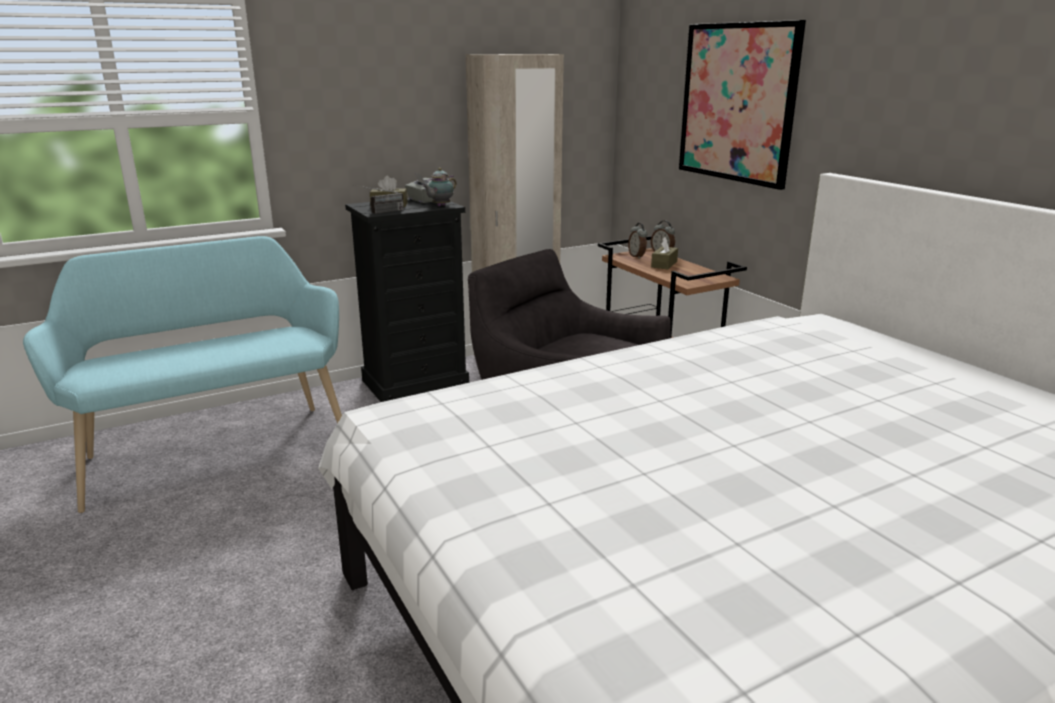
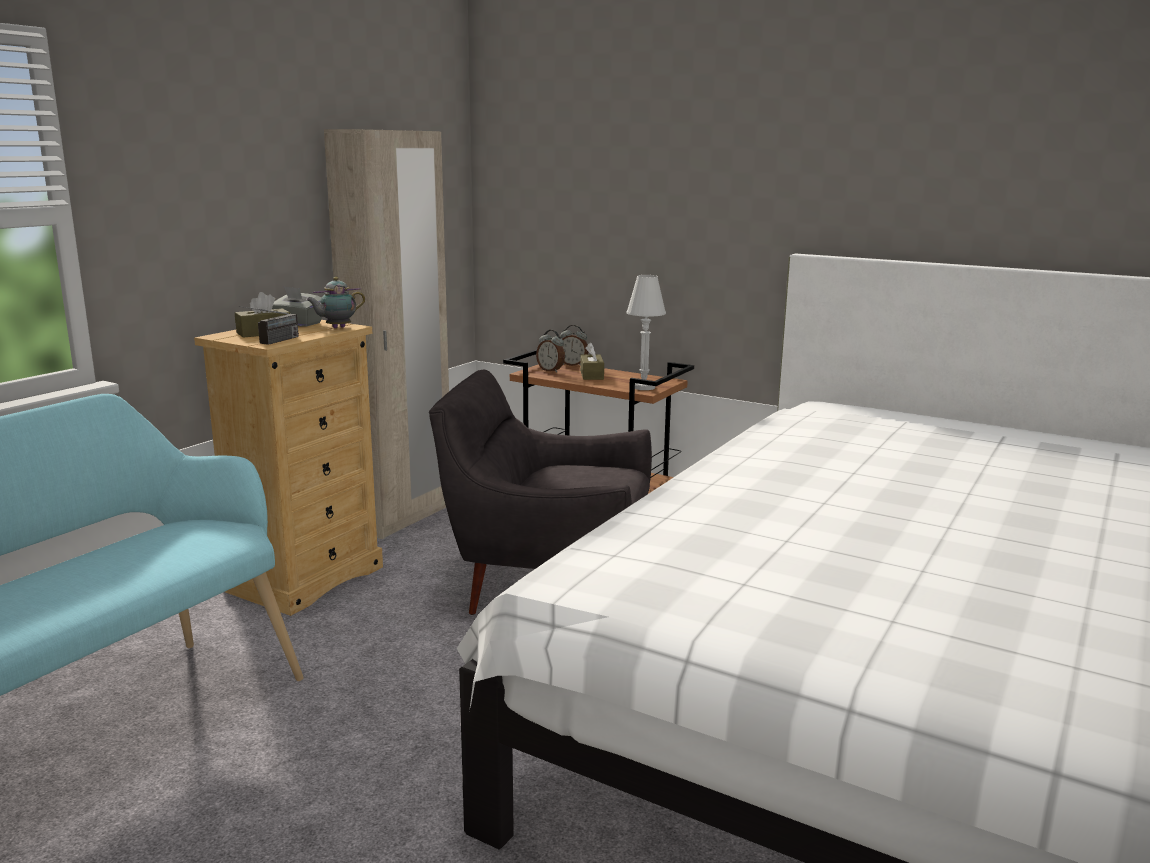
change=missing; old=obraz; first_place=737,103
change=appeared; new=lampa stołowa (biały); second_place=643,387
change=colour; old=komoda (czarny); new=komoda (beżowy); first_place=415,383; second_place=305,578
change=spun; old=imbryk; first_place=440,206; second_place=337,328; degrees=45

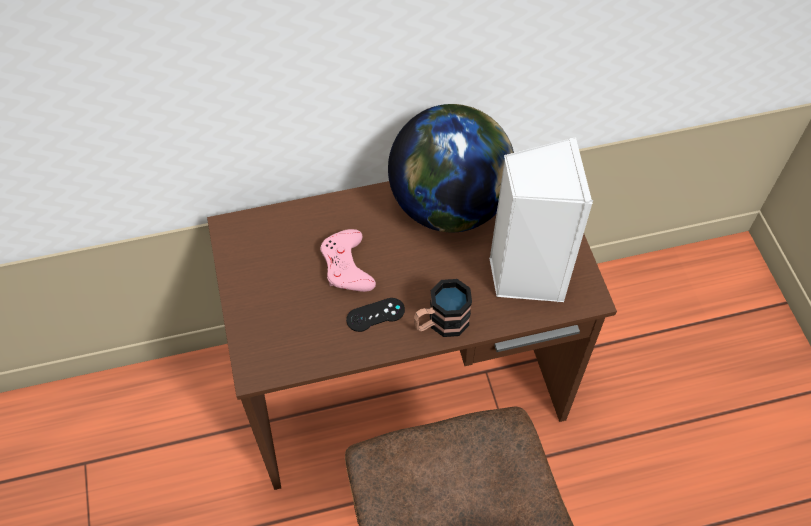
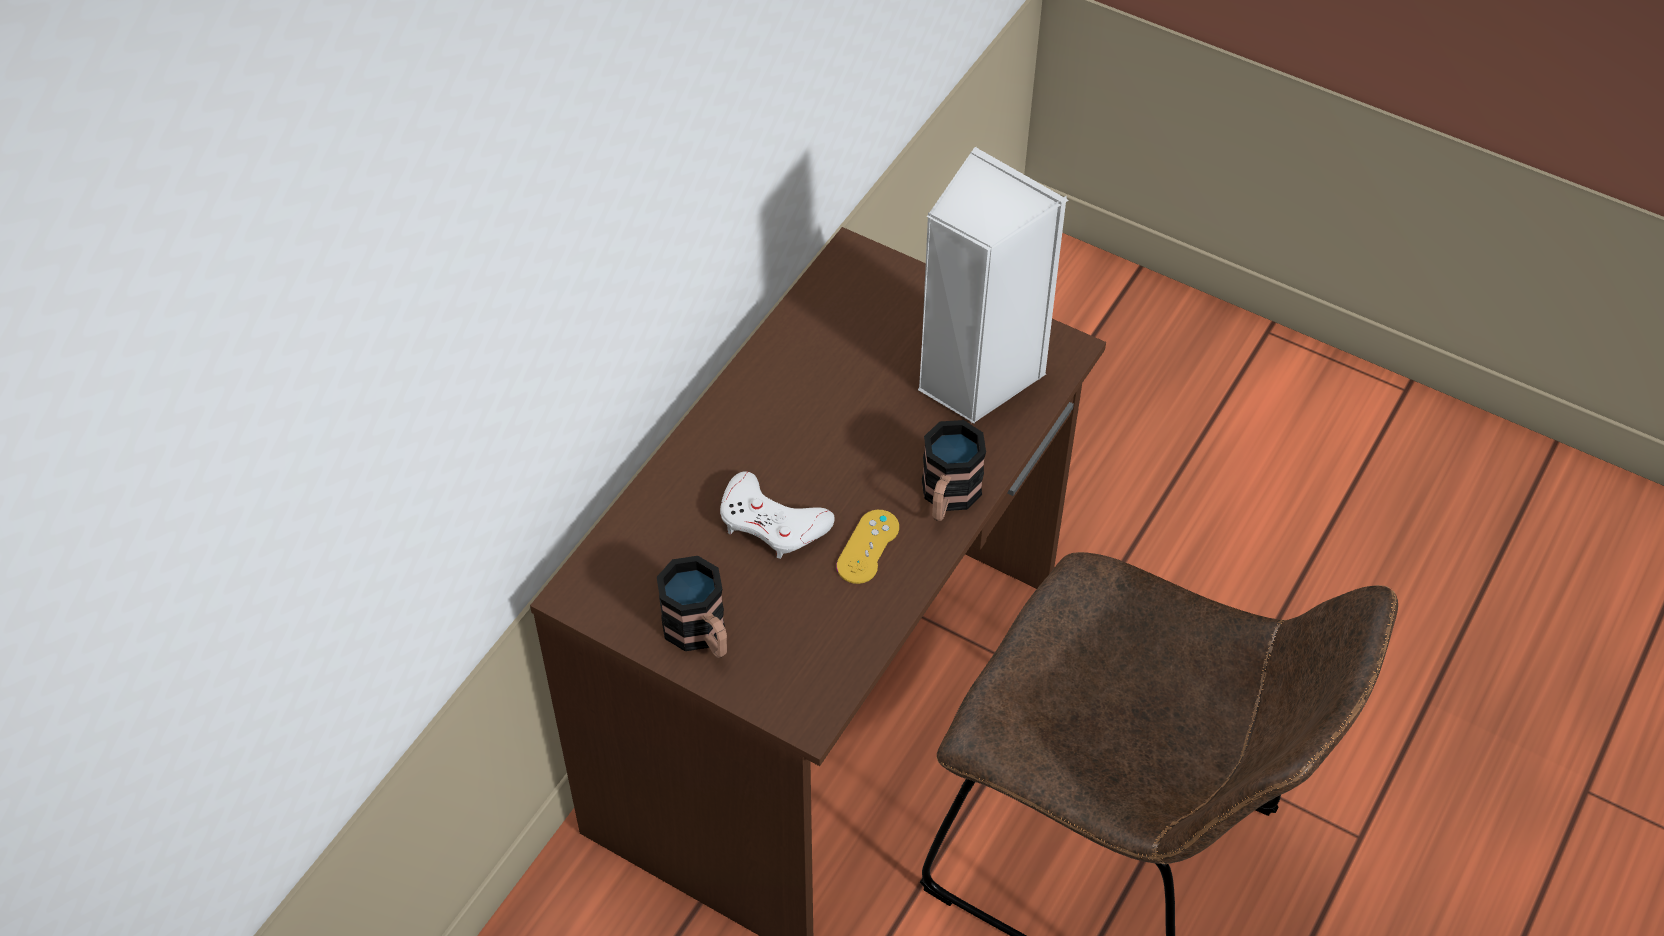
change=missing; old=globus; first_place=450,205
change=appeared; new=kubek; second_place=701,634
change=colour; old=pad do gier (różowy); new=pad do gier (biały); first_place=347,266; second_place=772,523
change=colour; old=pad do gier (czarny); new=pad do gier (żółty); first_place=375,315; second_place=868,547

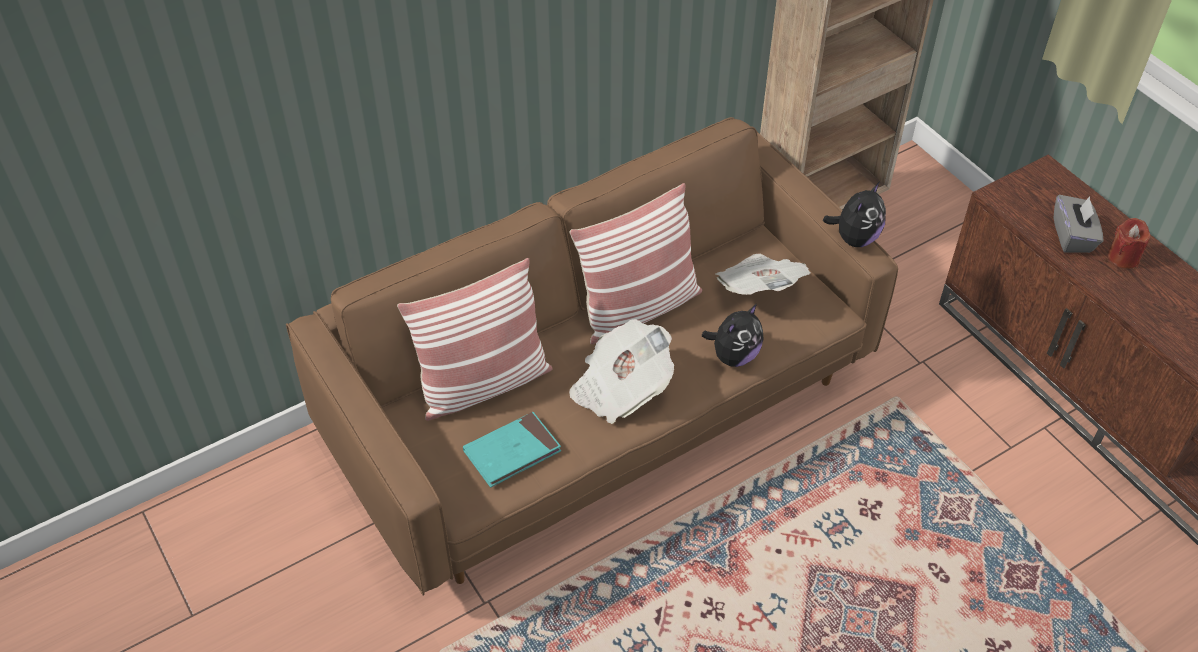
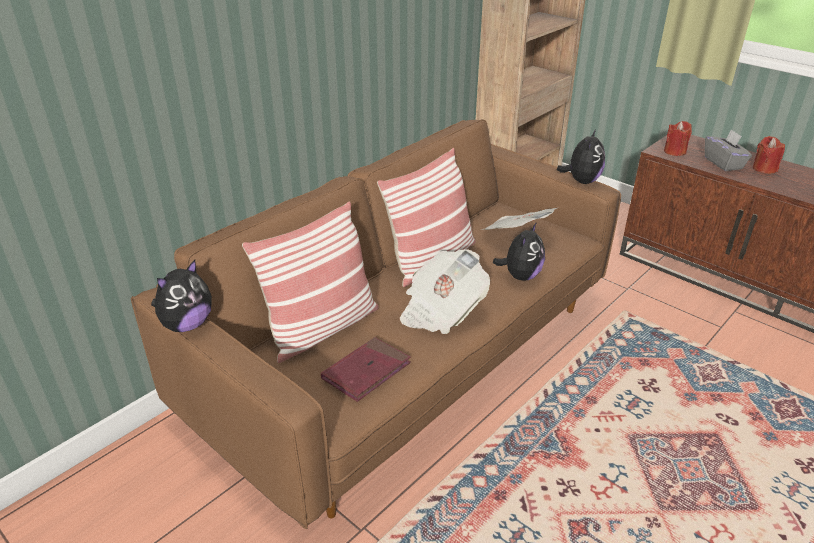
change=appeared; new=pluszak; second_place=187,325
change=appeared; new=świeca (czerwony); second_place=674,151
change=colour; old=książka (turkusowy); new=książka (czerwony); first_place=512,452; second_place=366,371

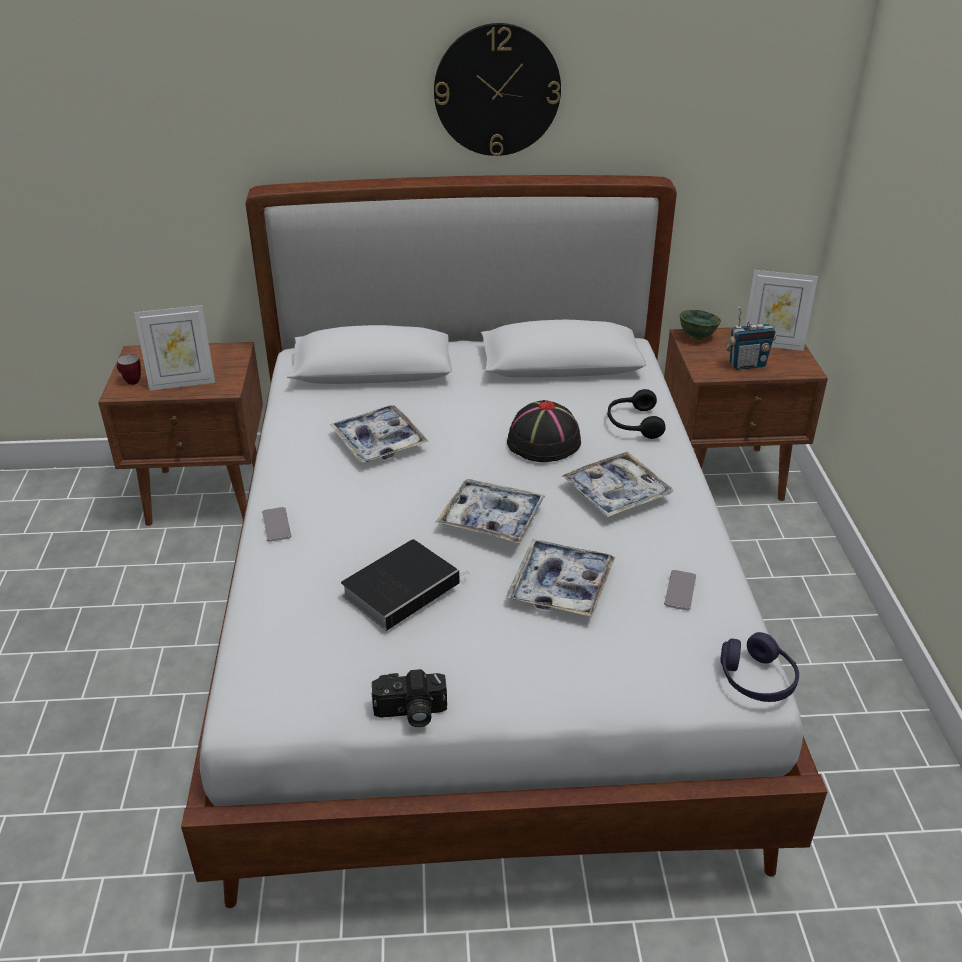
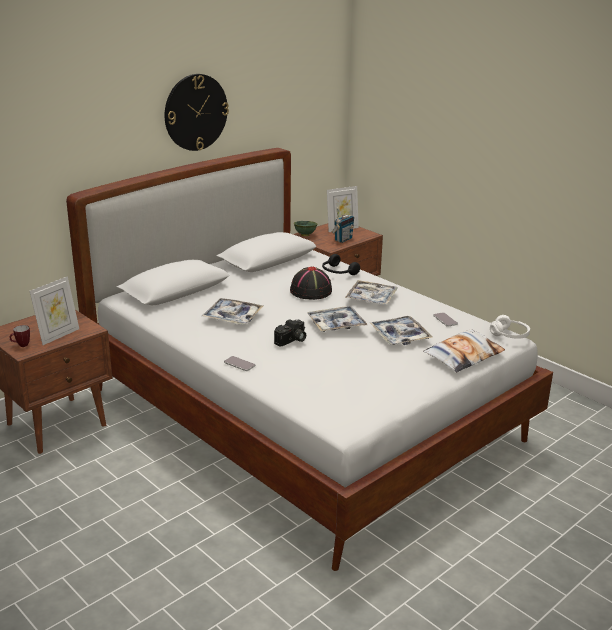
change=missing; old=książka; first_place=403,587
change=appeared; new=poduszka; second_place=463,356
change=relocated; old=aparat fotograficzny; first_place=410,713; second_place=292,341
change=colour; old=słuchawki (fioletowy); new=słuchawki (biały); first_place=756,679; second_place=509,335

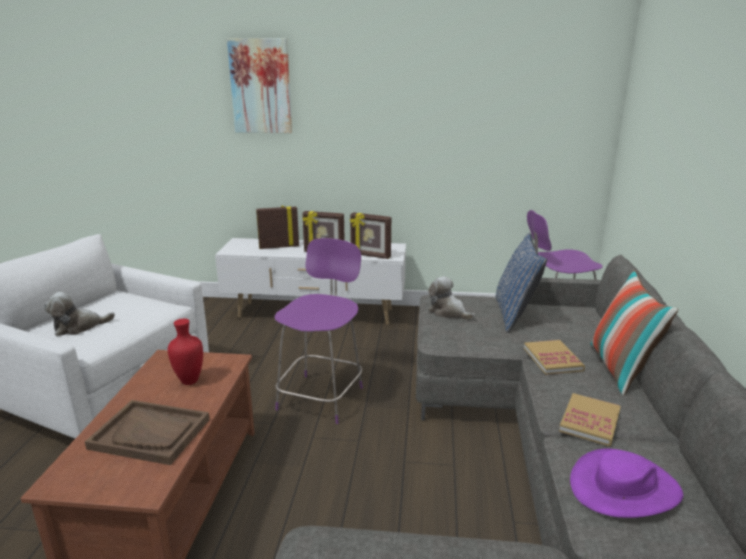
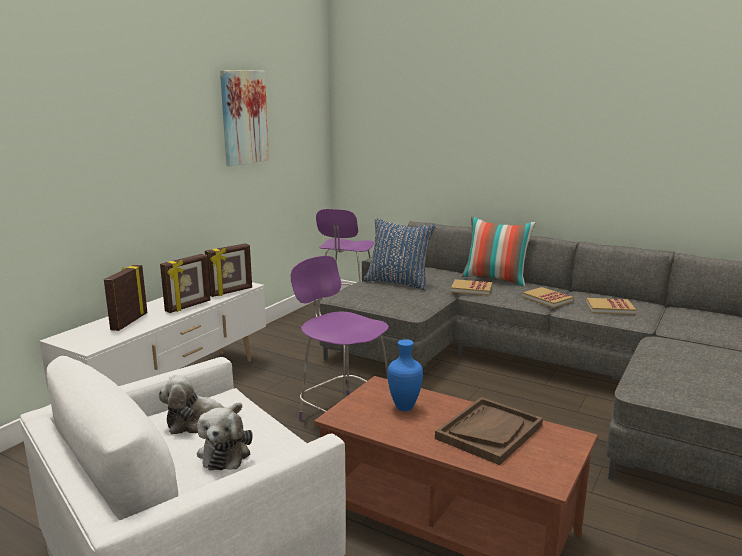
change=relocated; old=obraz; first_place=261,86; second_place=243,117
change=relocated; old=pluszak; first_place=448,312; second_place=197,421
change=exchanged; old=kapelusz (fioletowy); new=książka; first_place=625,488; second_place=610,308
change=colour; old=wazon (czerwony); new=wazon (niebieski); first_place=191,381; second_place=404,407

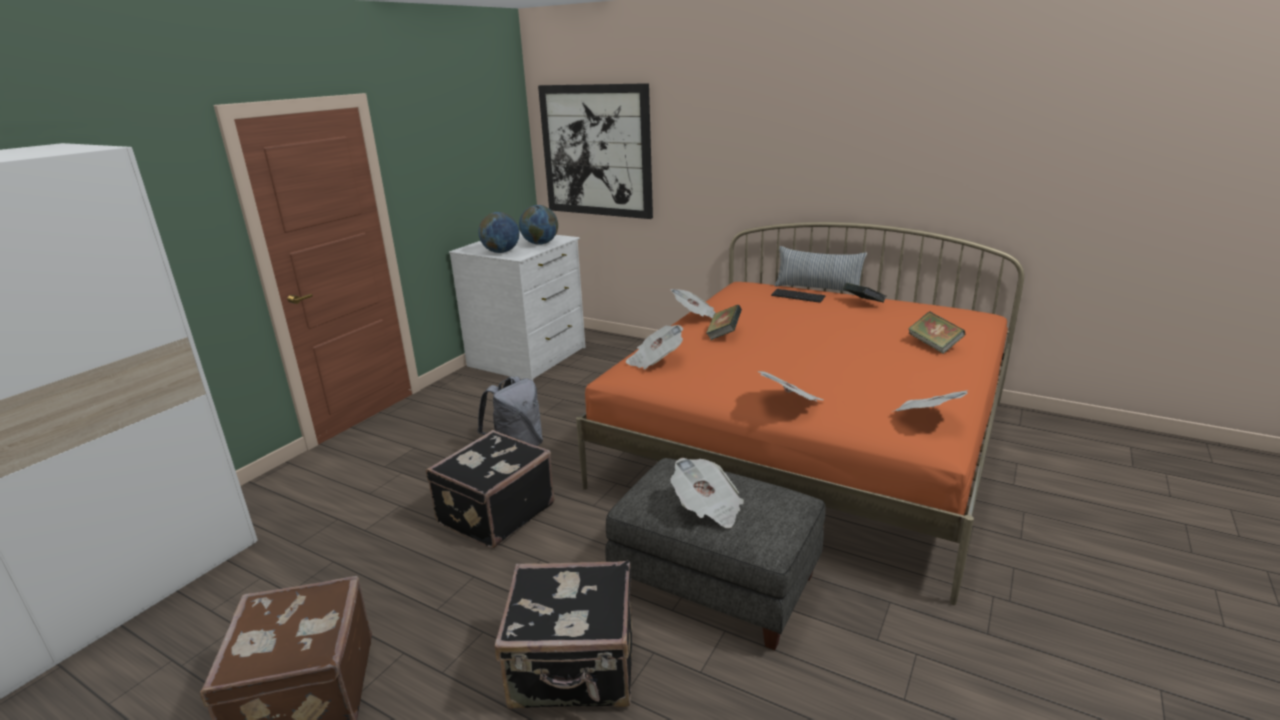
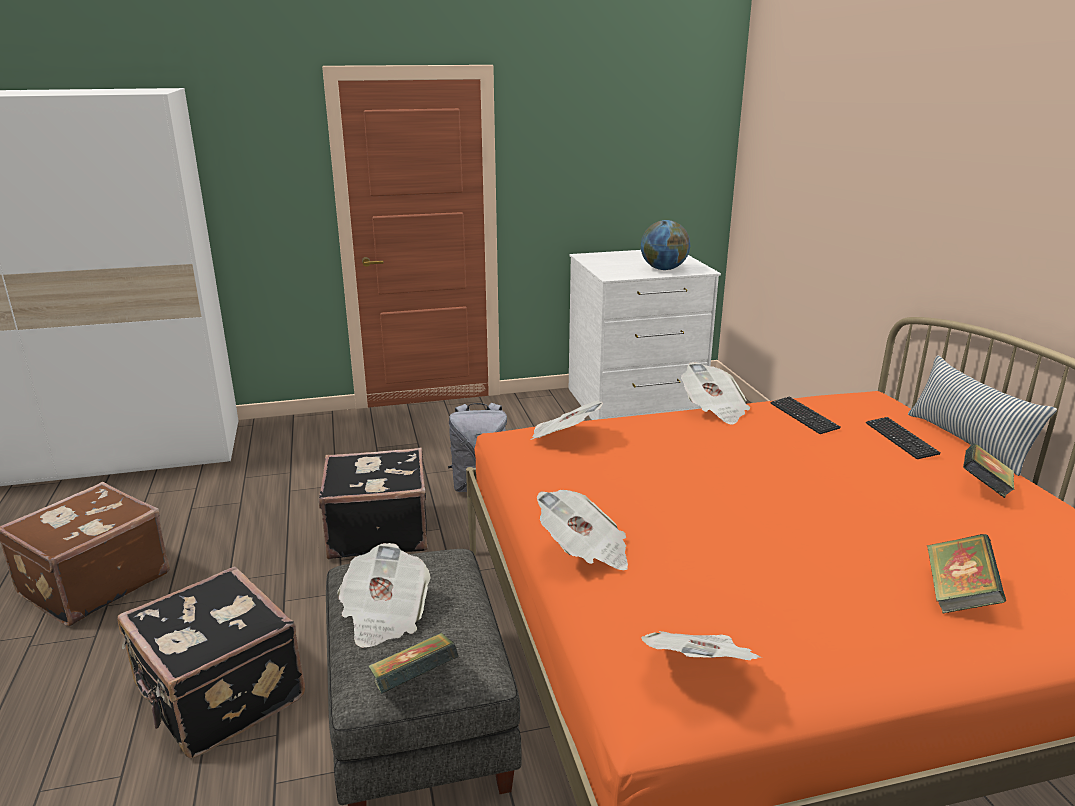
change=missing; old=globus; first_place=501,252
change=missing; old=obraz; first_place=596,151
change=appeared; new=klawiatura; second_place=803,416
change=relocated; old=książka; first_place=723,334; second_place=414,683

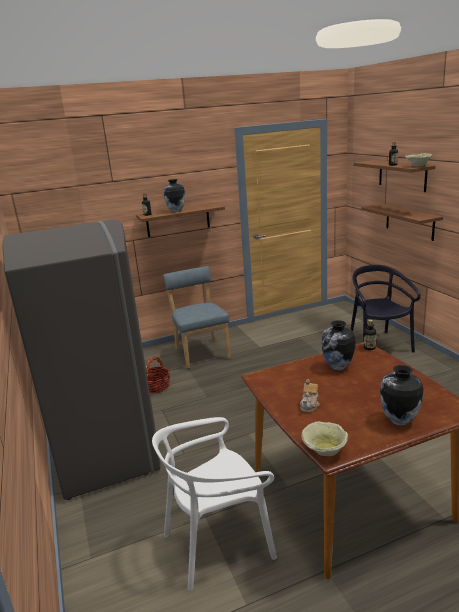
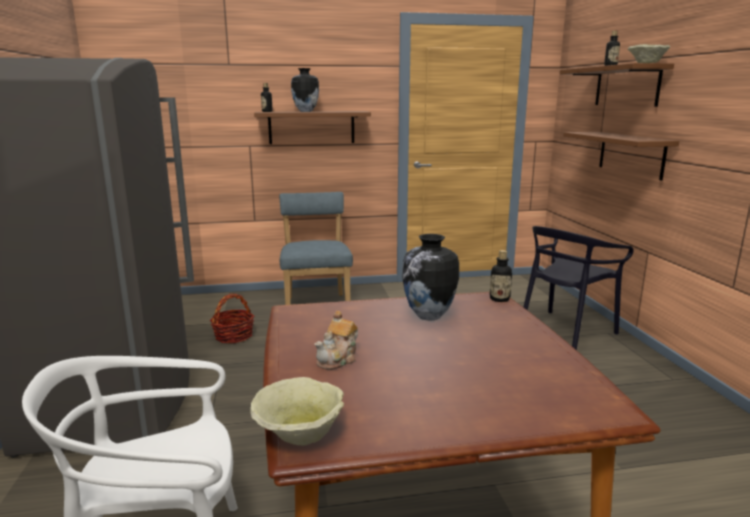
change=missing; old=wazon; first_place=398,420
change=spun; old=krzesło (czarny); first_place=378,345; second_place=565,331; degrees=-135

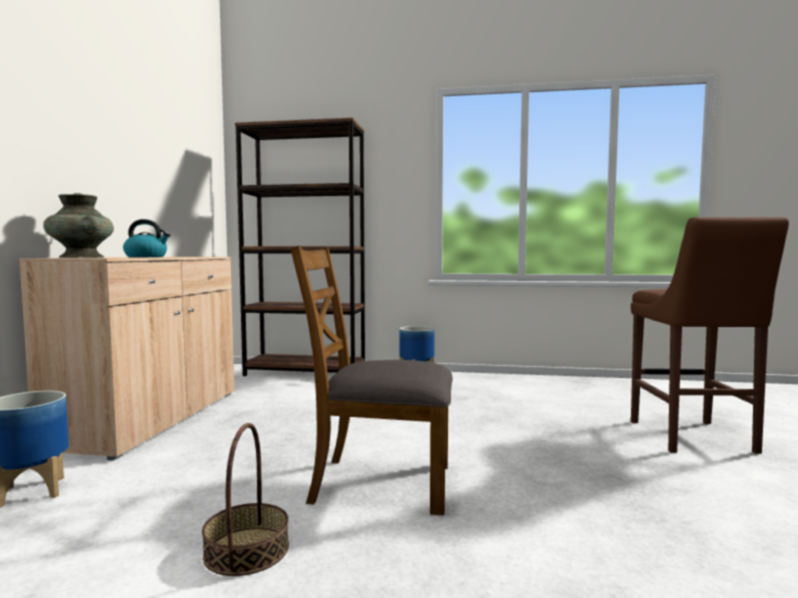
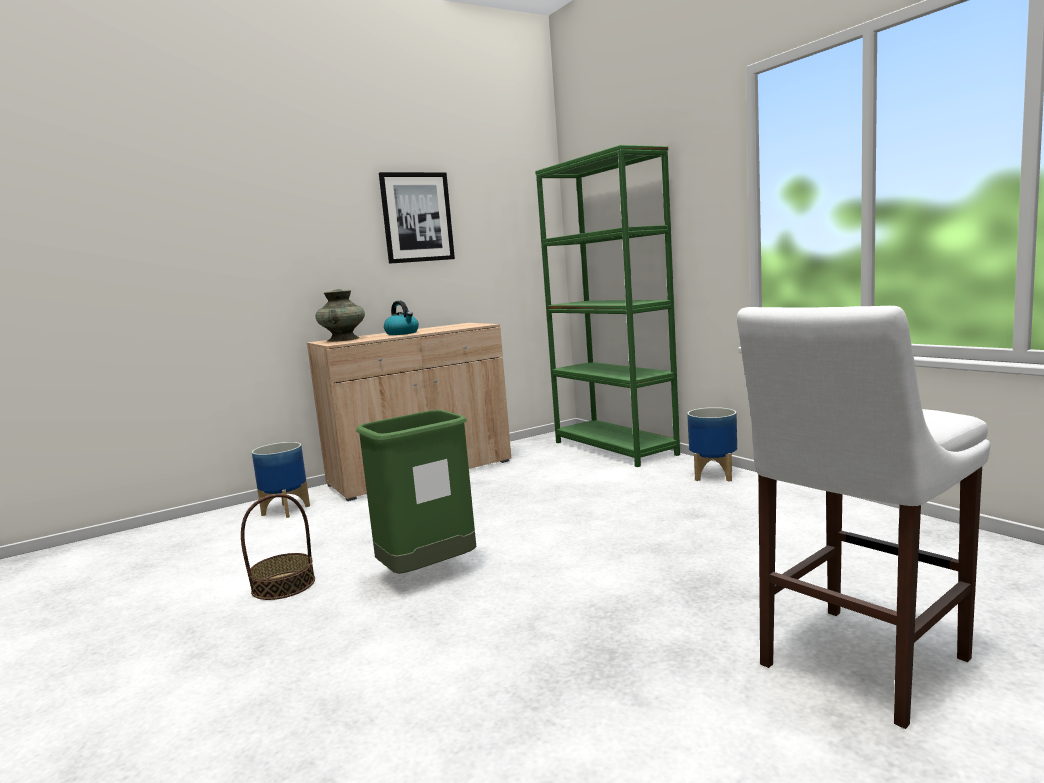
change=appeared; new=obraz; second_place=417,217
change=exchanged; old=krzesło (brązowy); new=kosz na śmieci (zielony); first_place=380,483; second_place=428,574
change=colour; old=regał (brązowy); new=regał (zielony); first_place=305,372; second_place=614,448
change=colour; old=stołek (brązowy); new=stołek (biały); first_place=693,438; second_place=857,665

